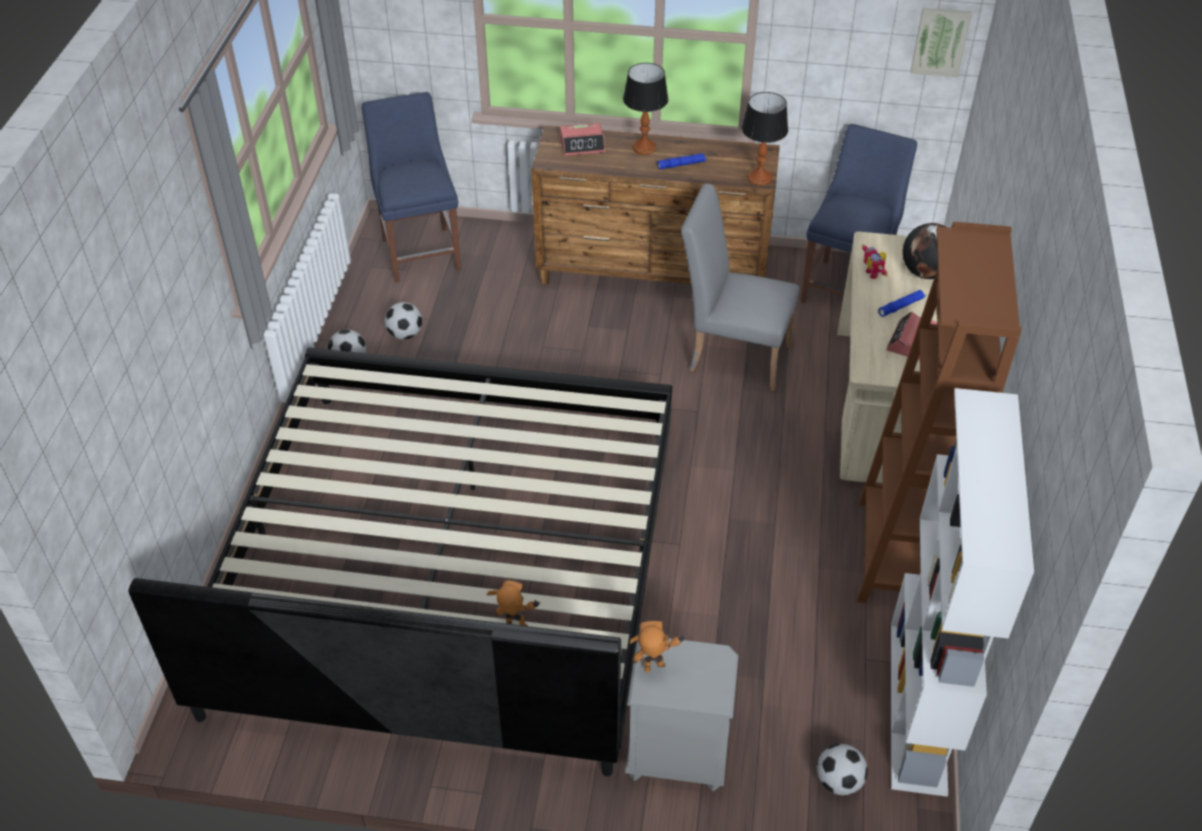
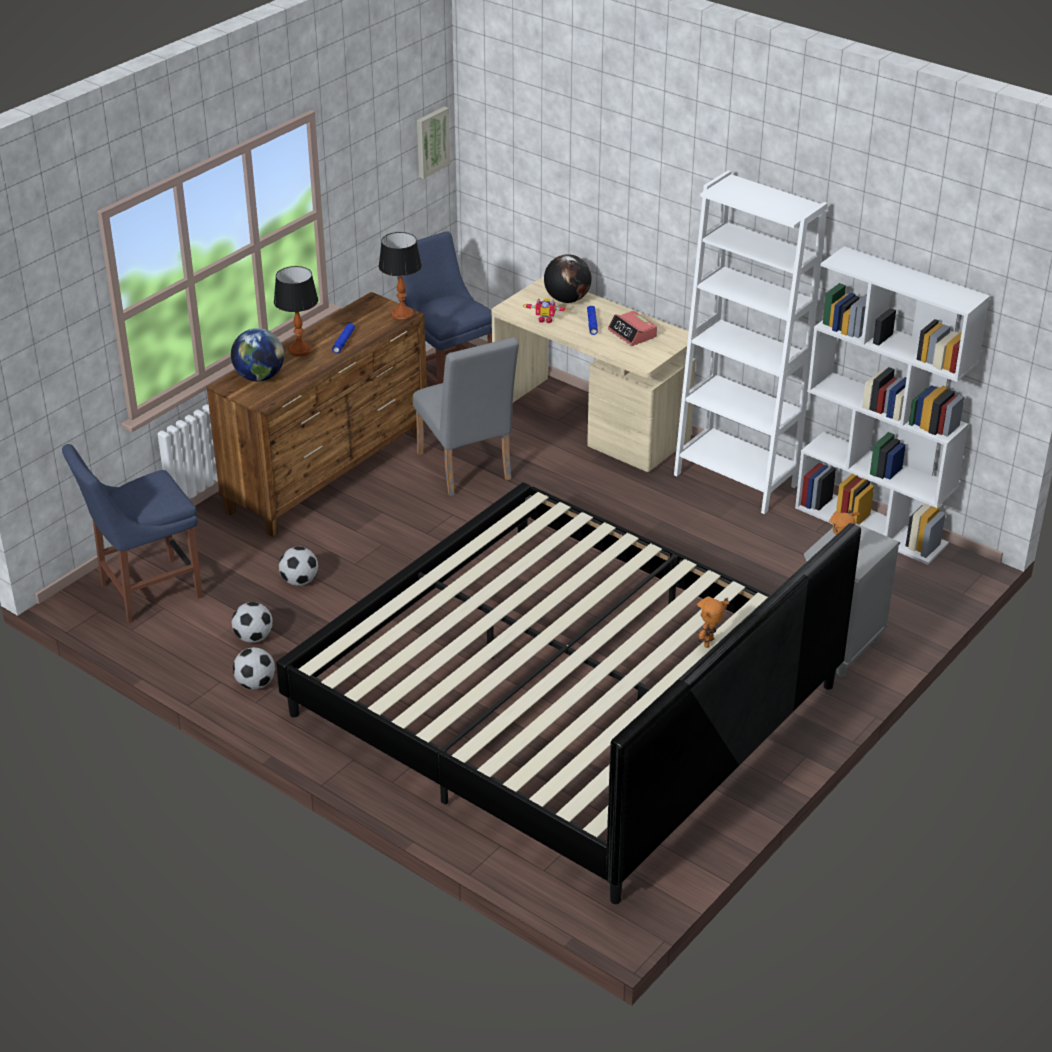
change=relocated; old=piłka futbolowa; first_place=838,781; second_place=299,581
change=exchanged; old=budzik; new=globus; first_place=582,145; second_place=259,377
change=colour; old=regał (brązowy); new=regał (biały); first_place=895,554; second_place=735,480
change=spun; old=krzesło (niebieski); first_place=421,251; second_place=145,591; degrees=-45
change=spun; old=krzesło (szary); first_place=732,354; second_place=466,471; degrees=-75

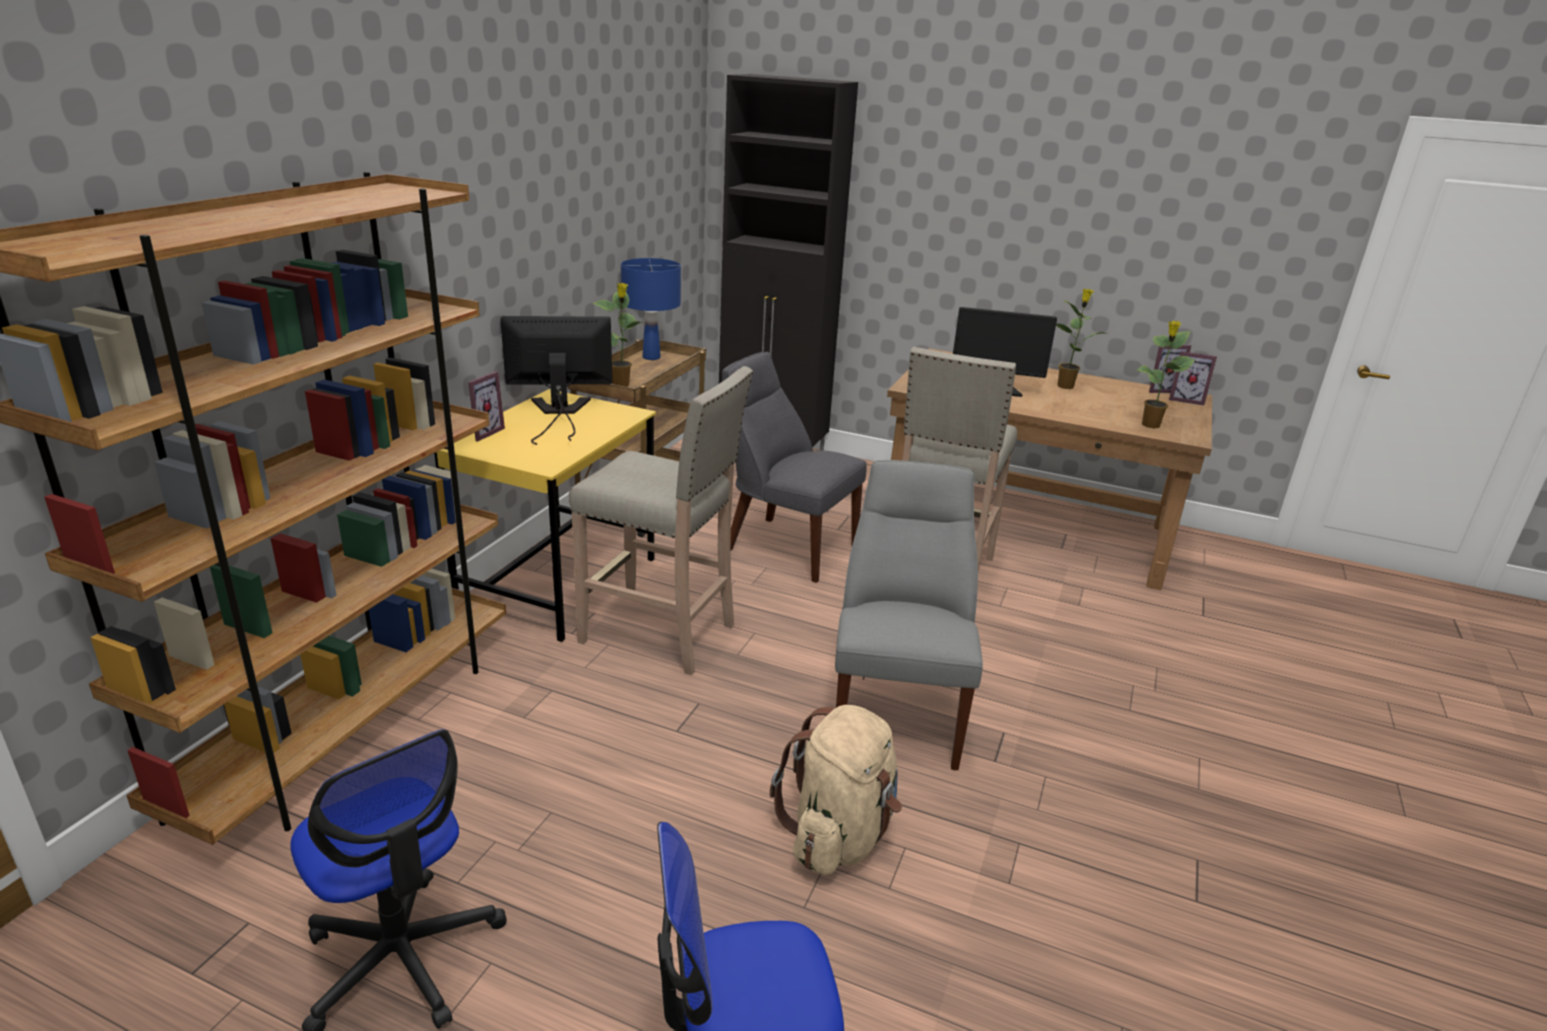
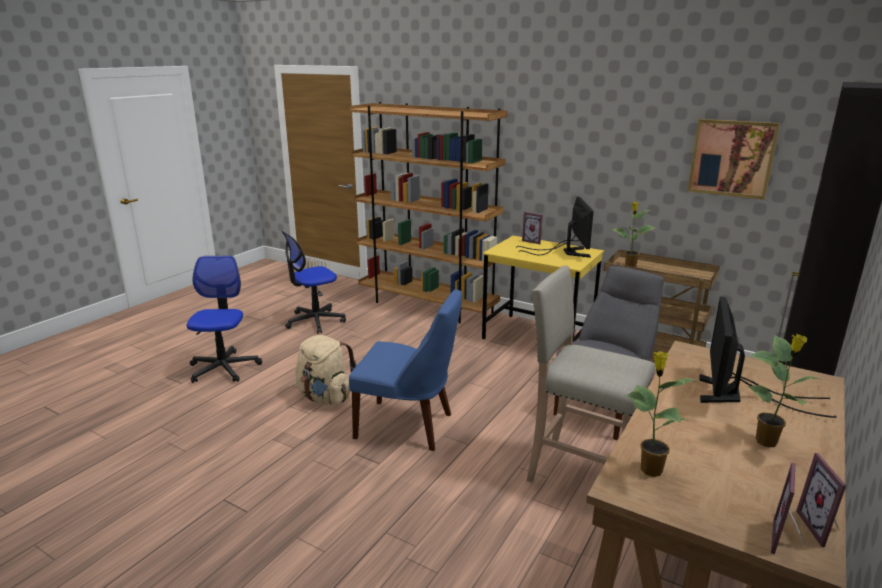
change=missing; old=stołek (beżowy); first_place=661,634
change=missing; old=lampa stołowa (niebieski); first_place=651,357
change=appeared; new=obraz; second_place=732,158
change=colour; old=krzesło (szary); new=krzesło (niebieski); first_place=896,711; second_place=408,426

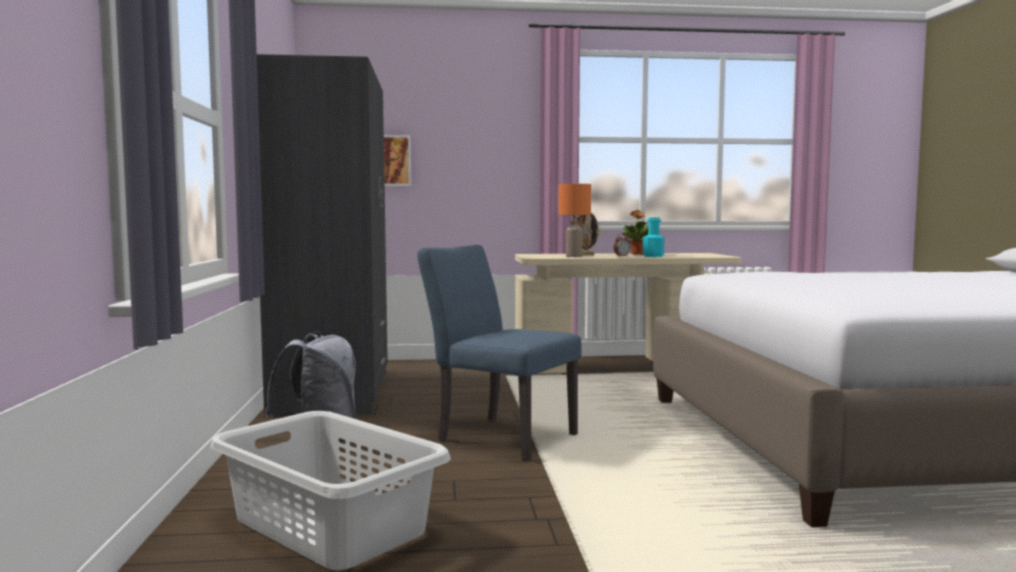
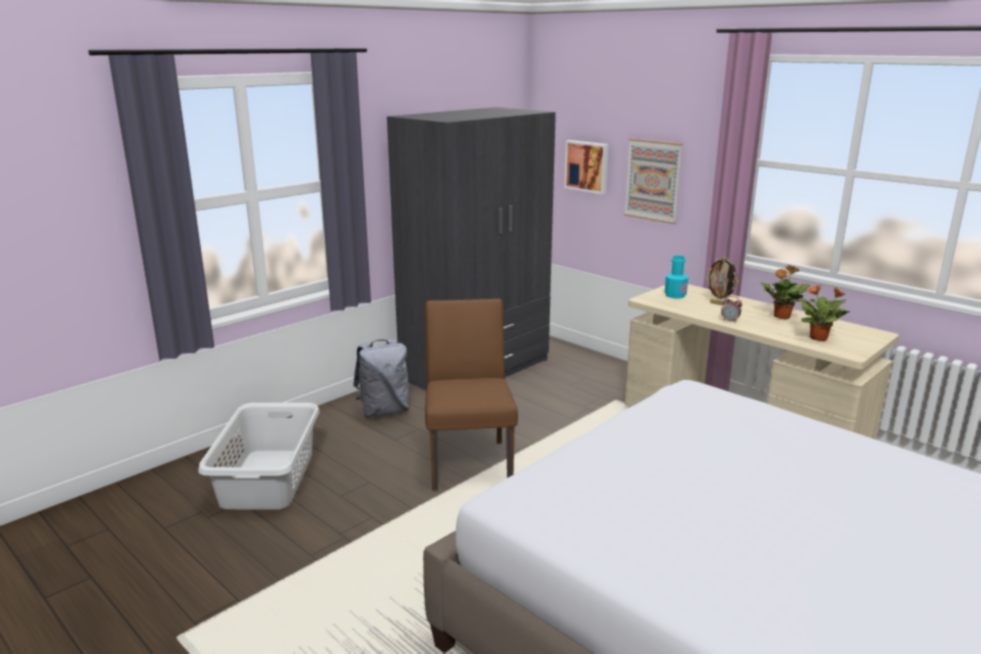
change=missing; old=lampa stołowa (pomarańczowy); first_place=574,256
change=appeared; new=obraz; second_place=653,180
change=appeared; new=roślina doniczkowa; second_place=819,338
change=relocated; old=butelka (turkusowy); first_place=653,256; second_place=675,295
change=colour; old=krzesło (niebieski); new=krzesło (brązowy); first_place=499,435; second_place=469,460

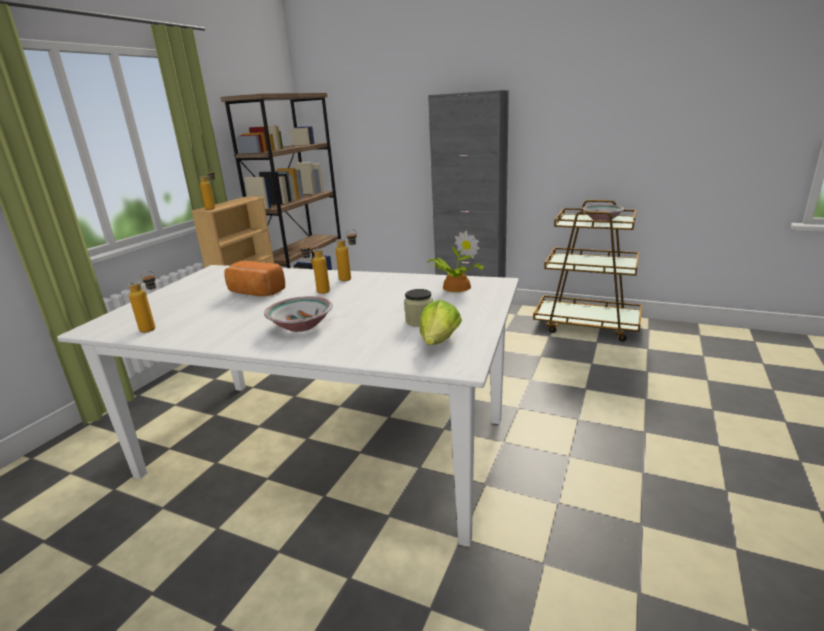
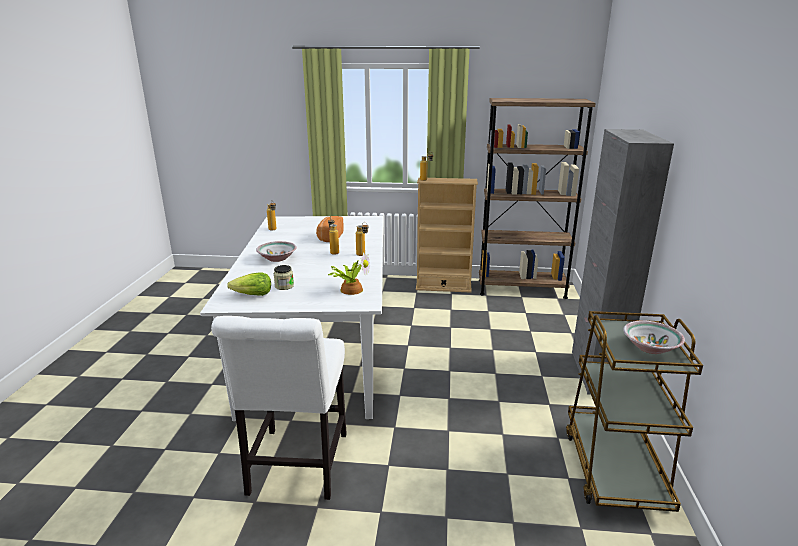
change=appeared; new=krzesło (biały); second_place=296,468

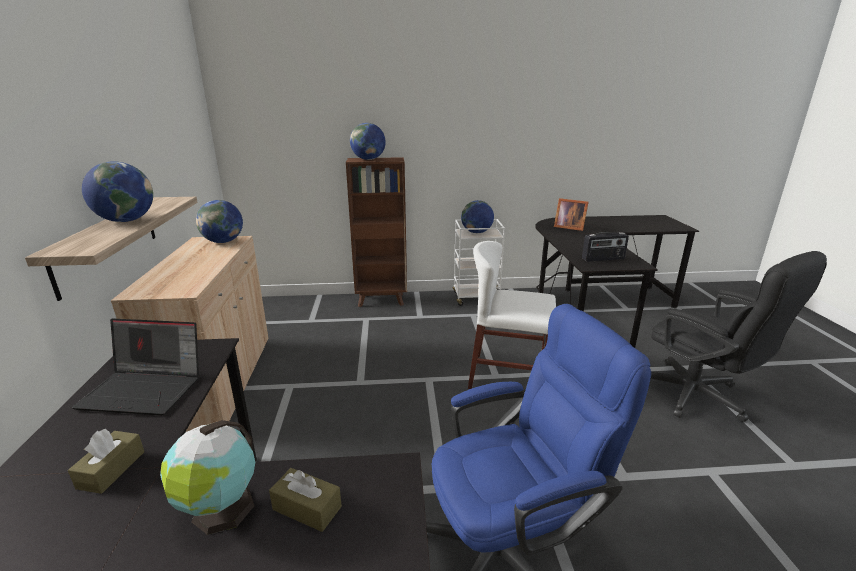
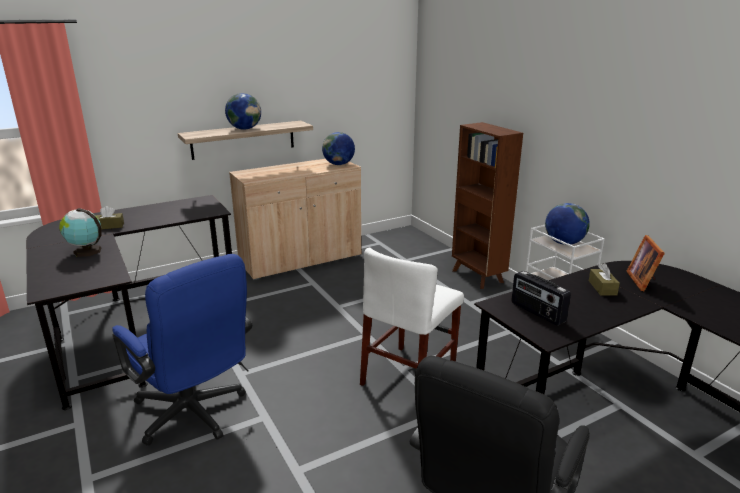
change=missing; old=laptop; first_place=146,389
change=missing; old=globus; first_place=368,159
change=relocated; old=pudełko chusteczek (brązowy); first_place=307,508; second_place=602,288
change=spun; old=krzesło (biały); first_place=507,375; second_place=409,375; degrees=-135

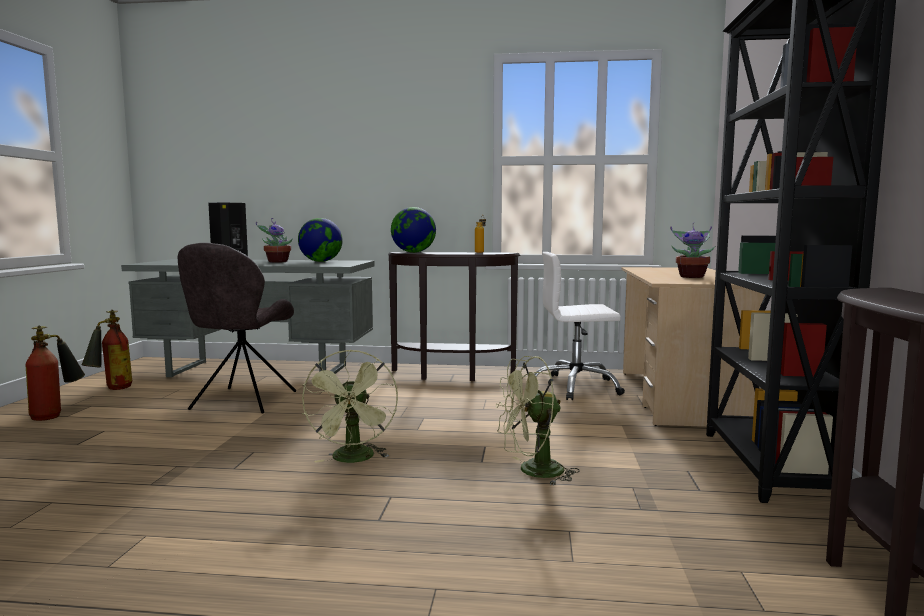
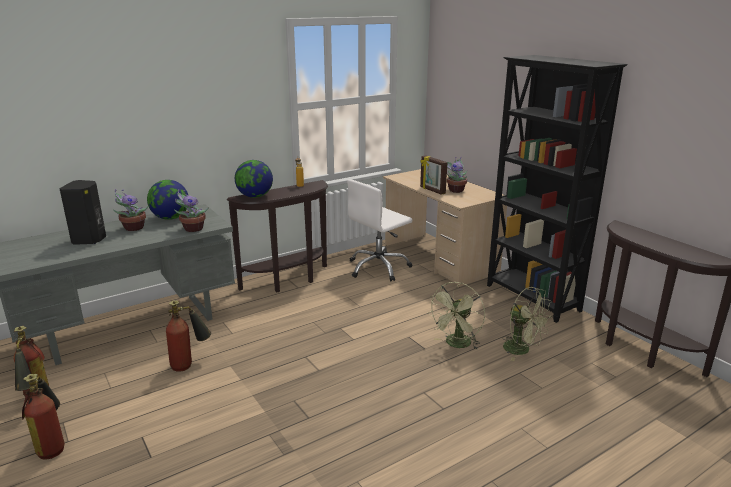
change=appeared; new=roślina doniczkowa; second_place=192,229
change=appeared; new=ramka na zdjęcie; second_place=432,190
change=relocated; old=wentylator (zielony); first_place=354,459; second_place=522,350
change=exchanged; old=krzesło (szary); new=gaśnica; first_place=242,401; second_place=190,363

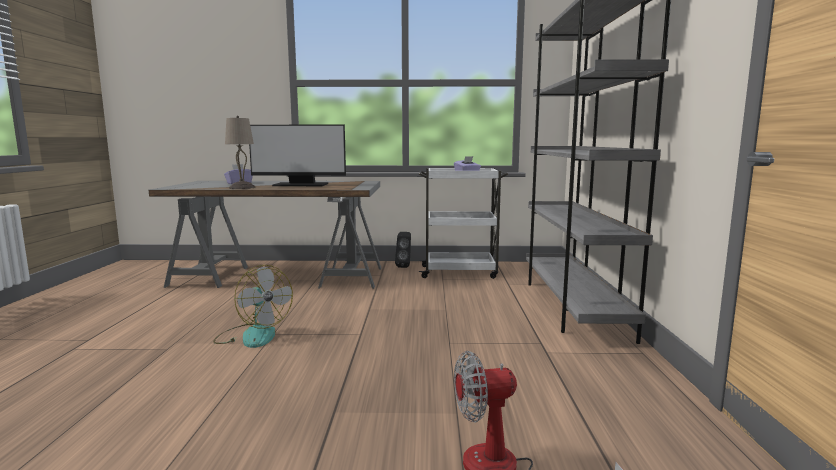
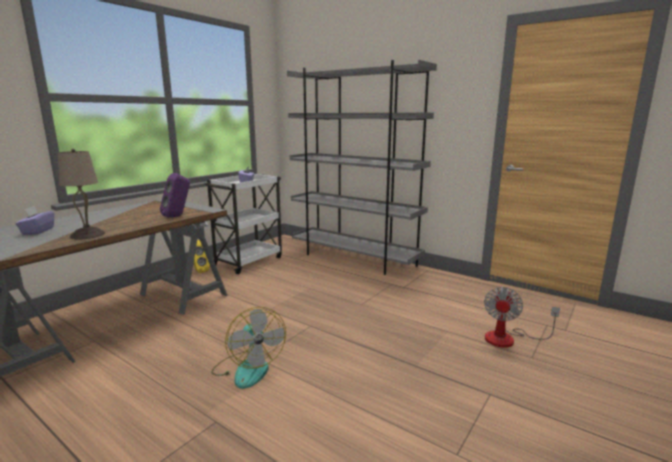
change=missing; old=monitor; first_place=300,185
change=appeared; new=głośnik (fioletowy); second_place=178,216
change=colour; old=głośnik (czarny); new=głośnik (żółty); first_place=404,266; second_place=199,271
change=spun; old=wentylator; first_place=253,335; second_place=248,368; degrees=75

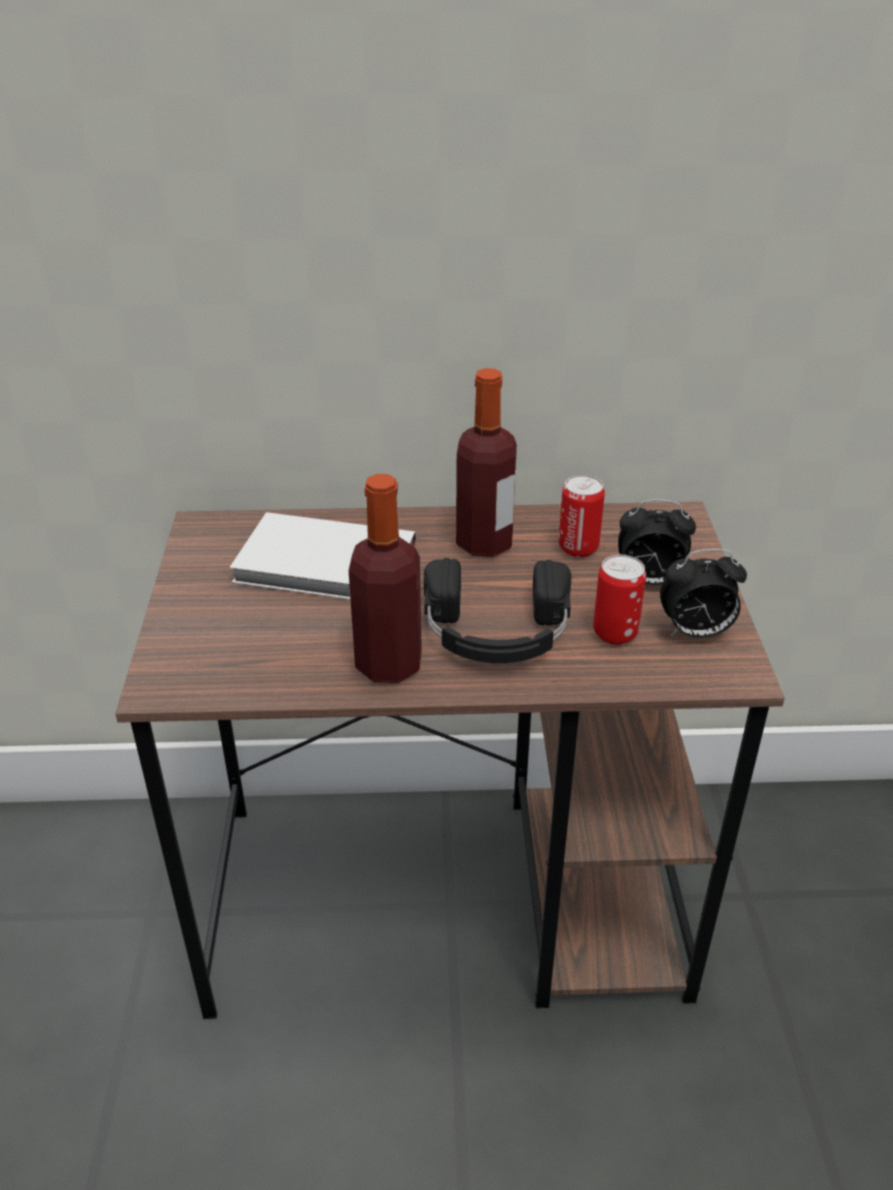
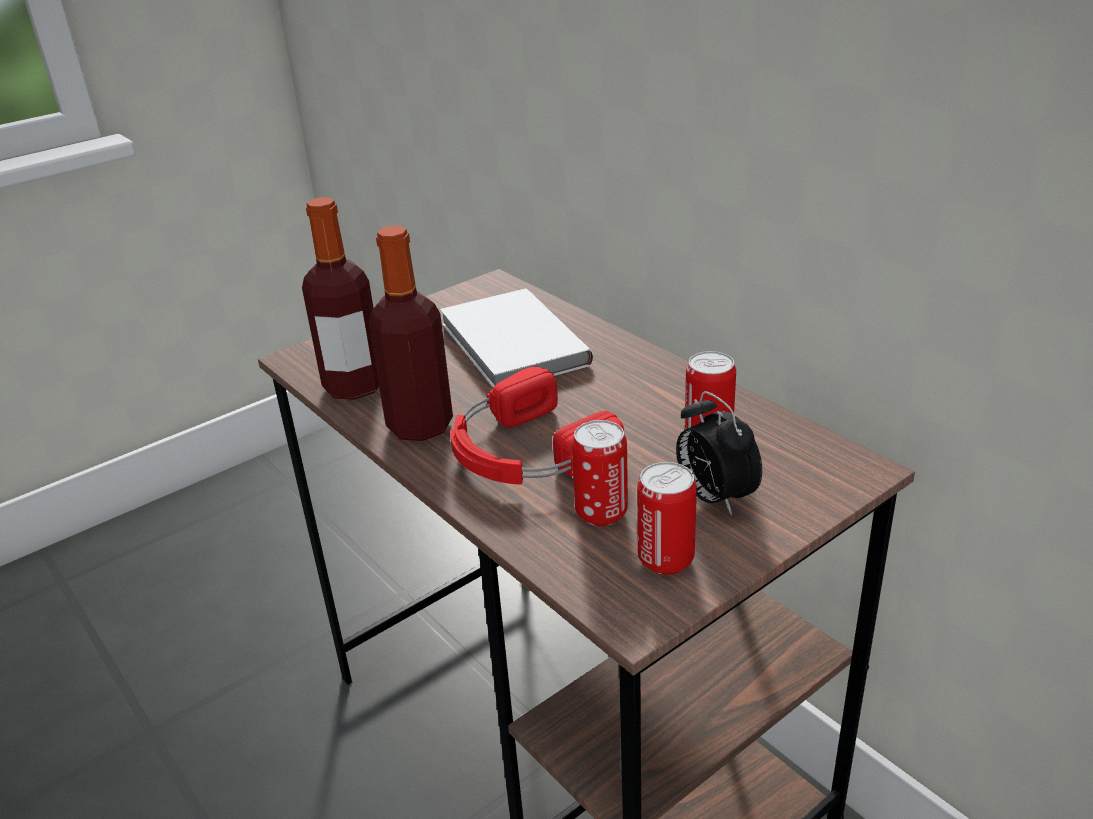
change=relocated; old=butelka; first_place=484,543; second_place=354,386
change=exchanged; old=budzik; new=puszka; first_place=695,633; second_place=666,560
change=colour; old=słuchawki (czarny); new=słuchawki (czerwony); first_place=496,630; second_place=525,451

